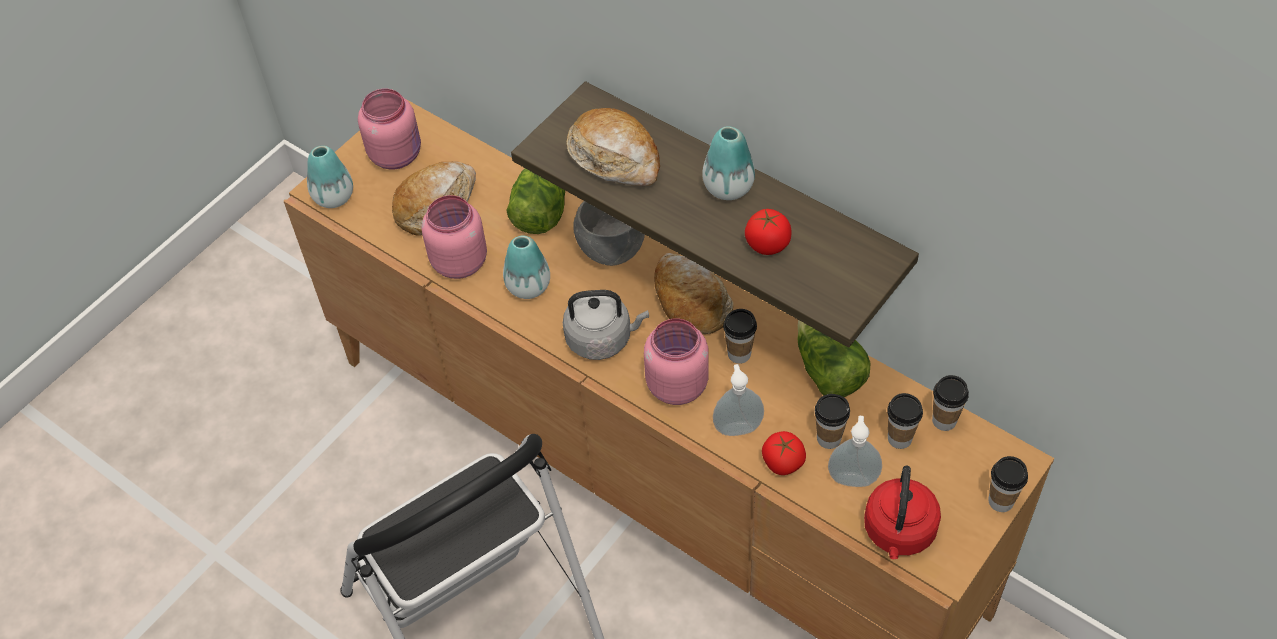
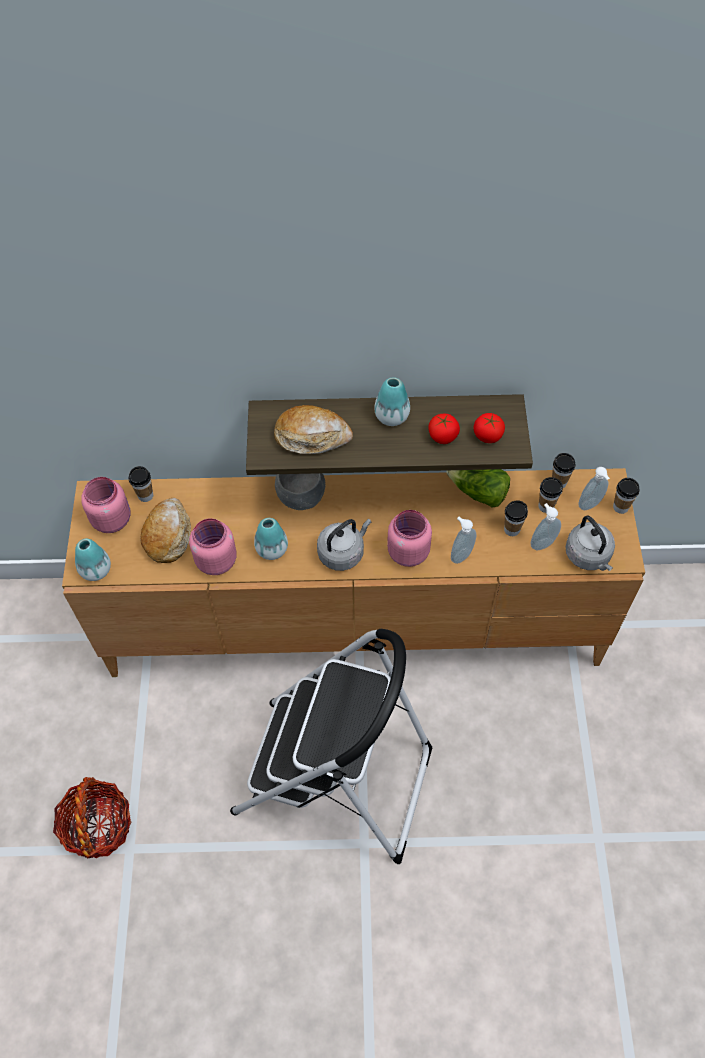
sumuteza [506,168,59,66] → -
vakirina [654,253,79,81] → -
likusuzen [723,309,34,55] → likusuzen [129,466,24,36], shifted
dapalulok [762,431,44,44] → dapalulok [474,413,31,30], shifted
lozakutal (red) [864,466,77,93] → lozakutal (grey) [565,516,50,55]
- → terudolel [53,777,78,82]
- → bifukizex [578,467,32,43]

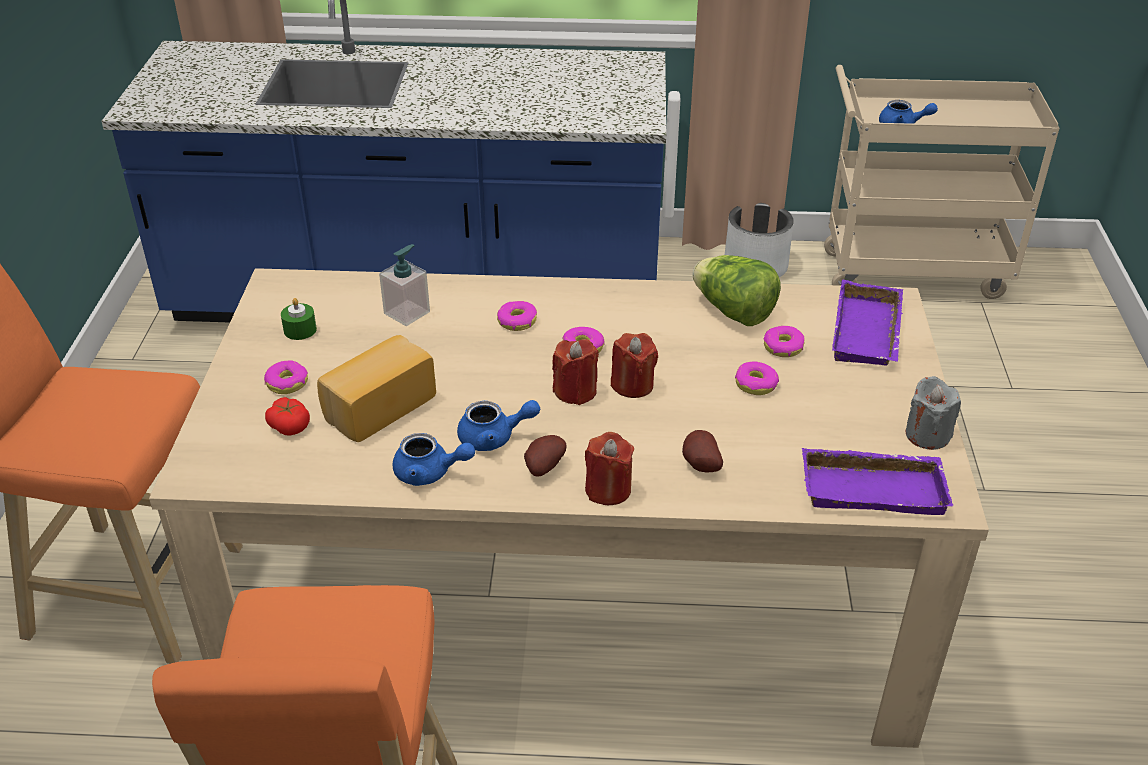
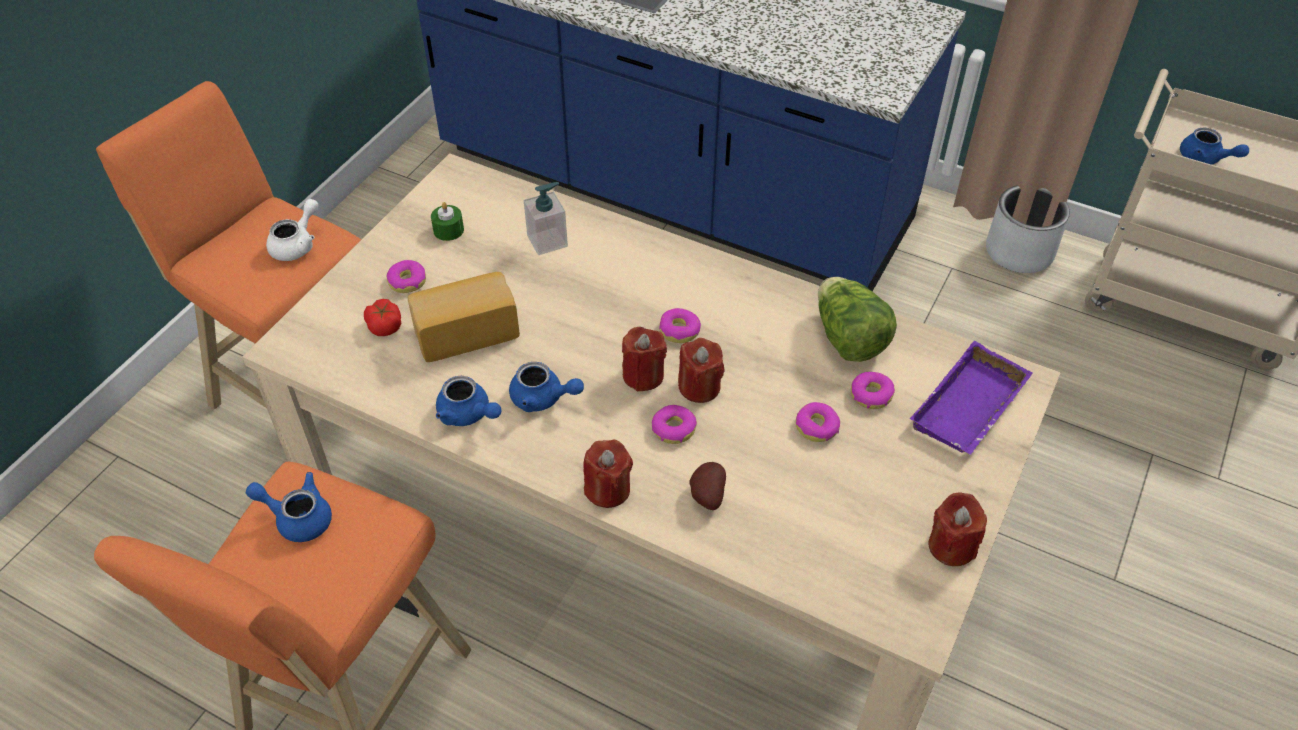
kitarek [497,301,40,30] → kitarek [652,405,45,39], shifted
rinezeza [524,435,43,41] → -
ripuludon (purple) [802,448,151,67] → -
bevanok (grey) [906,376,55,74] → bevanok (red) [928,492,59,74]
- → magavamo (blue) [246,472,86,70]
- → magavamo (white) [266,199,52,62]

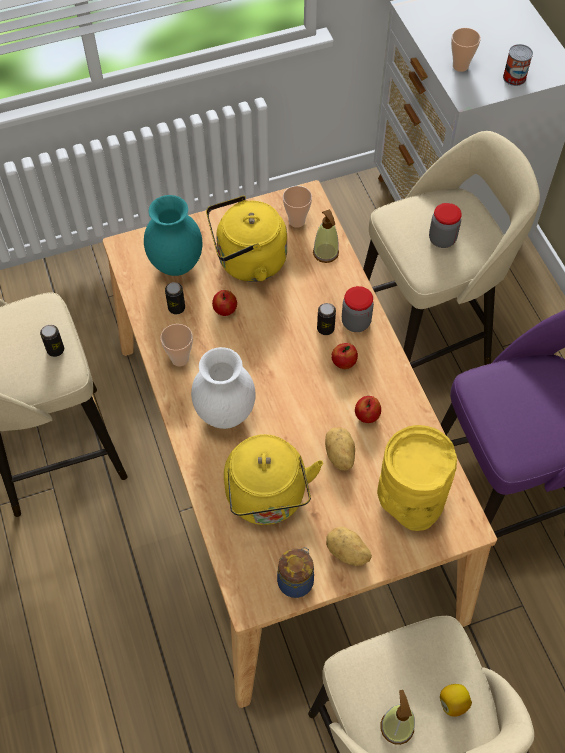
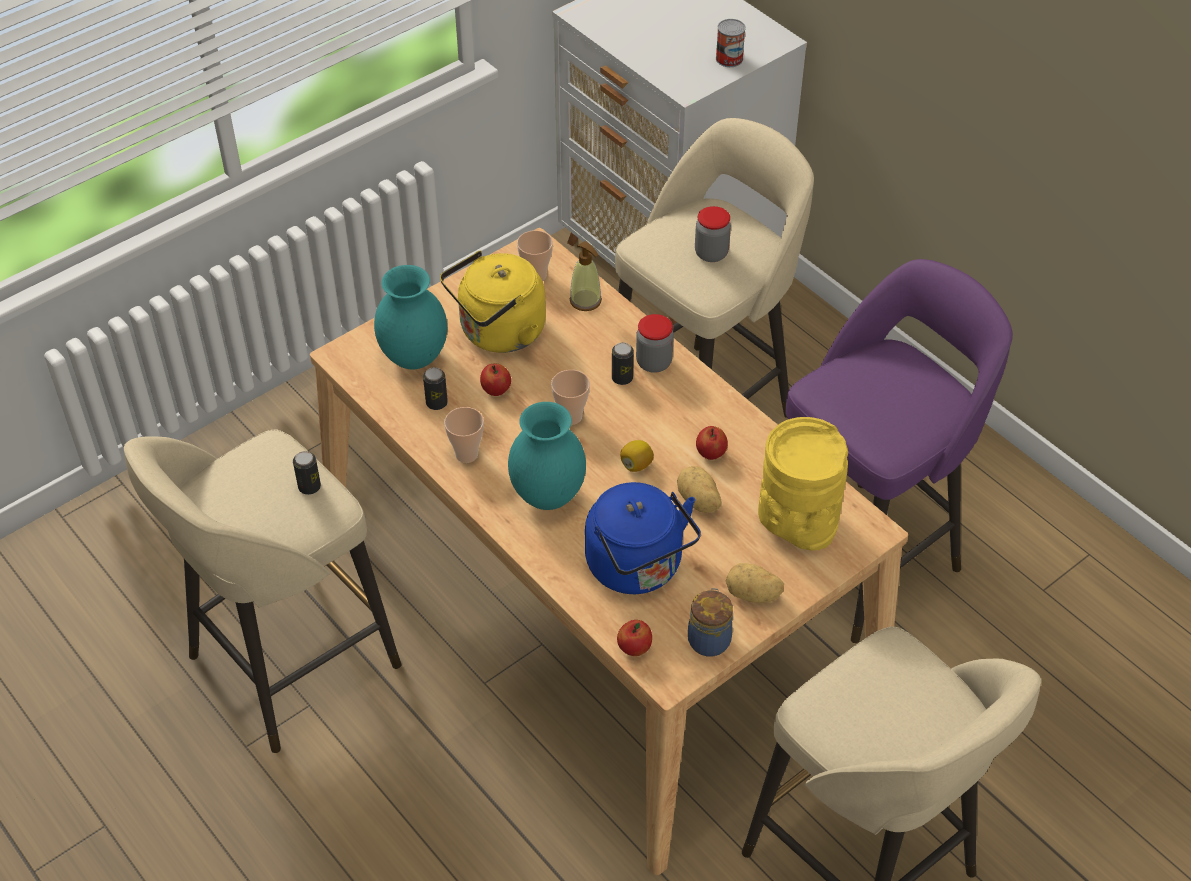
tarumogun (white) [191,347,64,82] → tarumogun (turquoise) [508,402,78,108]
lozakutal (yellow) [224,434,99,91] → lozakutal (blue) [585,482,116,112]
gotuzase [331,343,27,26] → gotuzase [617,620,35,36], shifted
bifukizex [380,690,35,55] → -
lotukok [440,684,32,33] → lotukok [620,440,34,32], shifted
likusuzen [451,28,30,44] → likusuzen [551,370,39,55], shifted

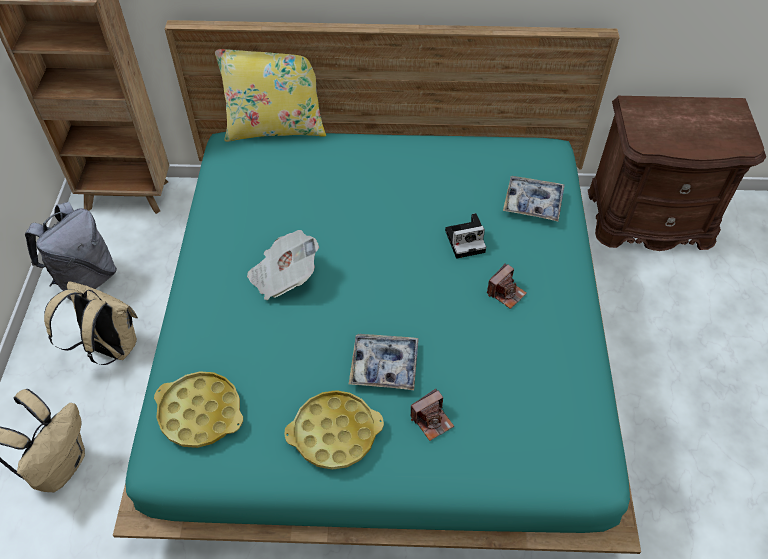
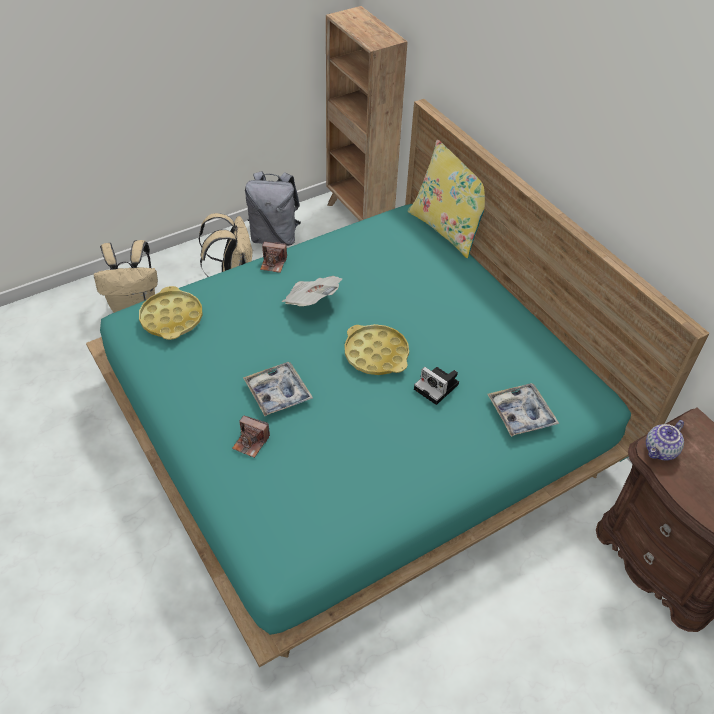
ripuludon (yellow) [284,390,100,80] → ripuludon (yellow) [345,324,64,51], shifted
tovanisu [487,263,40,46] → tovanisu [260,242,27,31], shifted
- → magavamo [646,420,38,41]

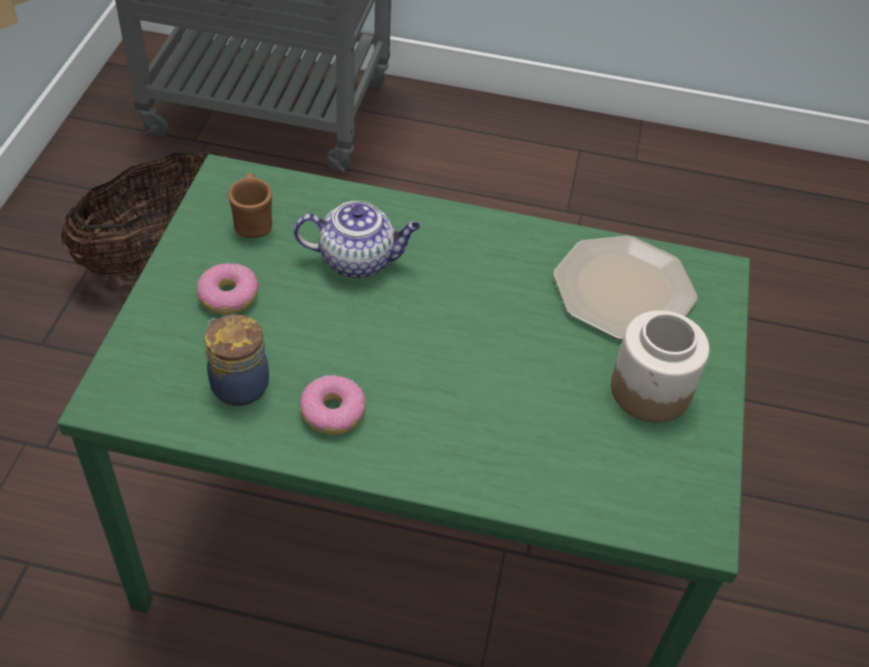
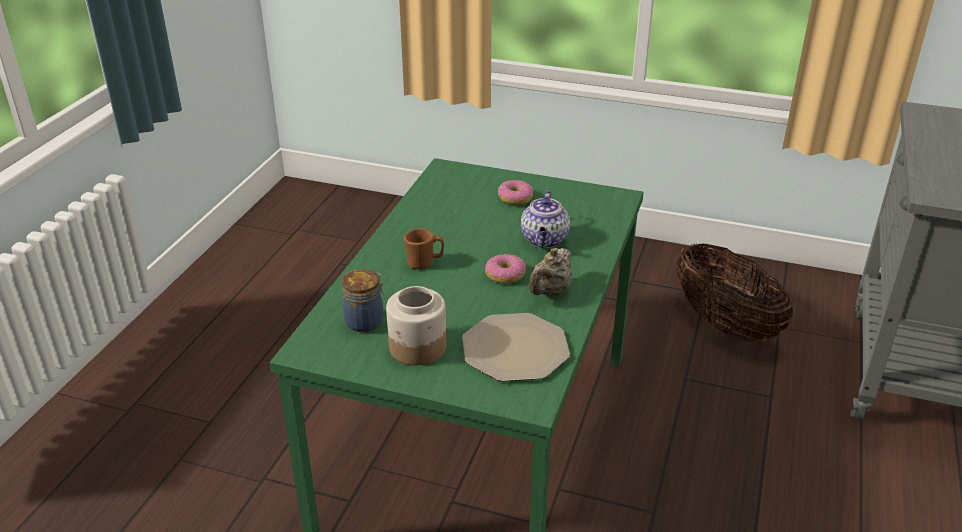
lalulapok [205,314,64,92] → lalulapok [342,269,42,63], shifted
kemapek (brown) [228,173,44,65] → kemapek (brown) [404,228,40,41], shifted
kitarek [300,375,66,60] → kitarek [485,254,41,30], shifted
- → magavamo (beige) [529,248,44,48]

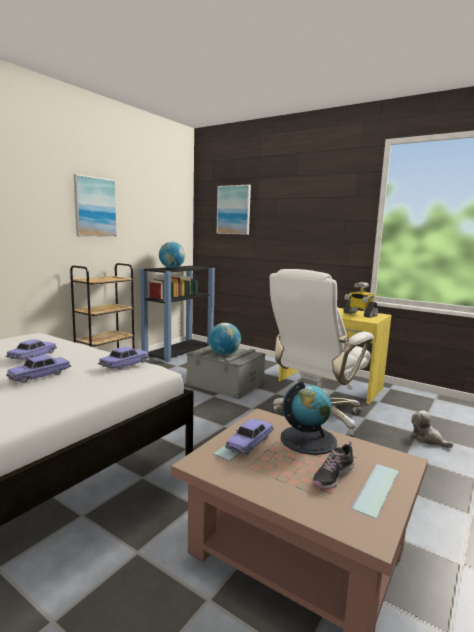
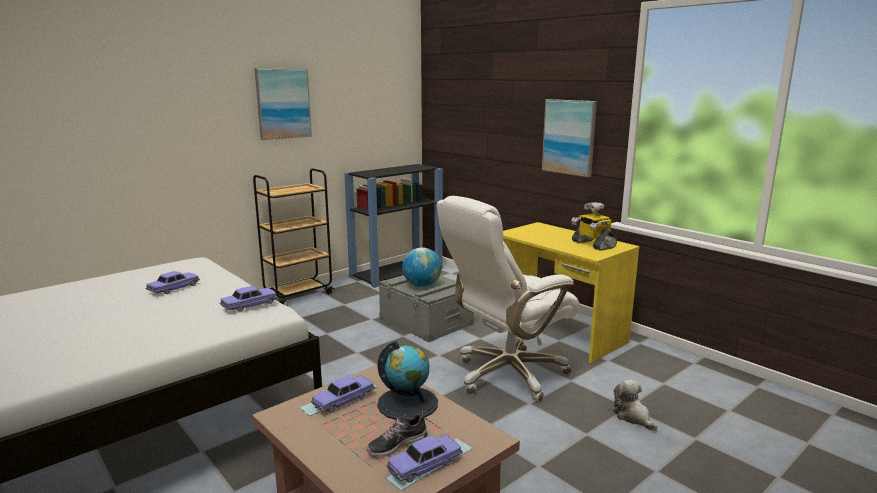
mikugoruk [6,355,65,28] → mikugoruk [387,435,76,47], shifted
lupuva [159,242,26,26] → -
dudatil [217,185,34,50] → dudatil [542,99,55,78], shifted

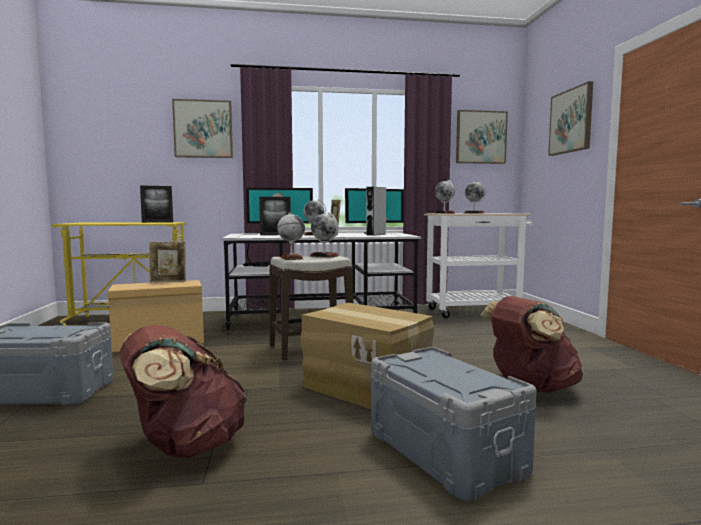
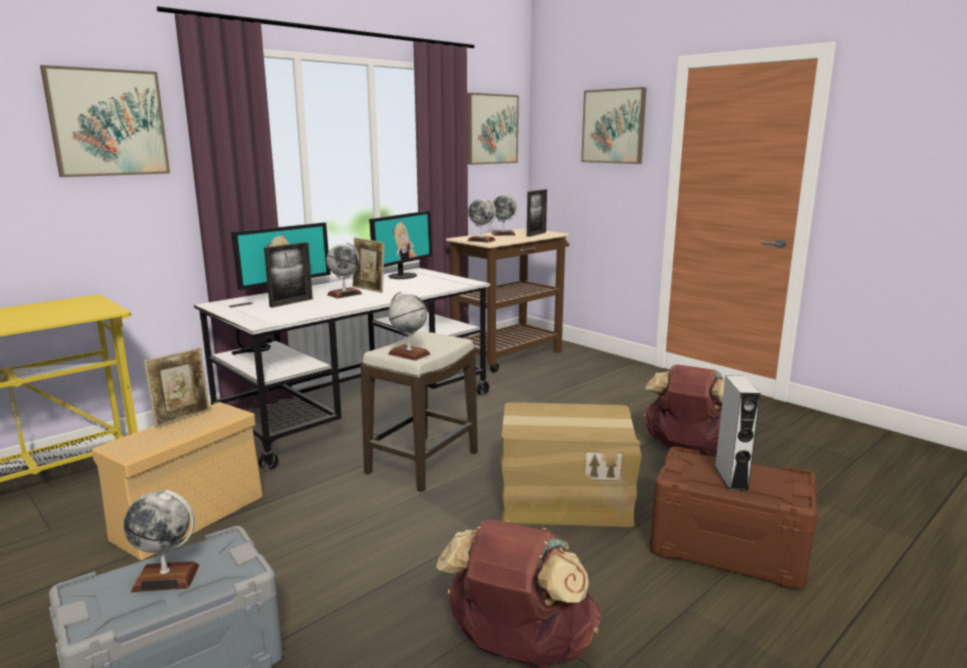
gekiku [140,186,33,37] → gekiku [527,189,20,48], shifted
lupuva [310,212,29,46] → lupuva [123,490,76,102], shifted
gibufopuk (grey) [366,187,20,49] → gibufopuk (grey) [714,376,47,115], shifted
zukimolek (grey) [371,347,165,154] → zukimolek (brown) [650,447,168,142]
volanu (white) [424,214,108,104] → volanu (brown) [446,228,123,145]

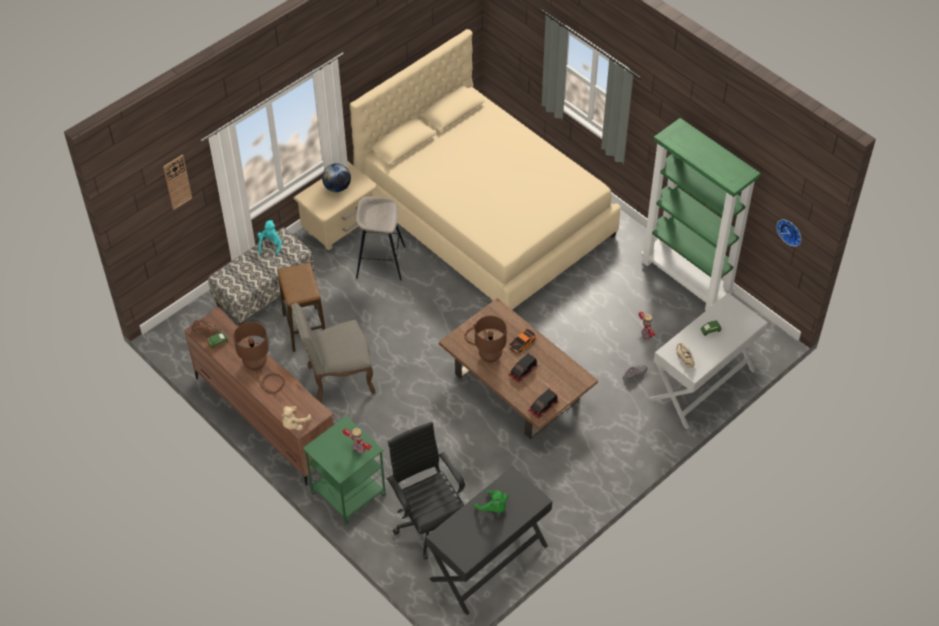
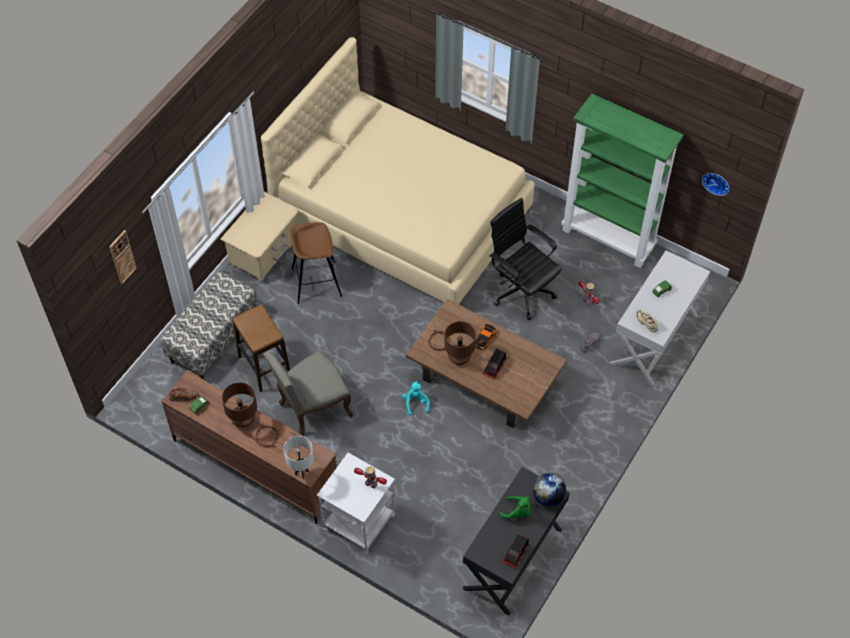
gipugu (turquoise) [257,220,24,35] → gipugu (turquoise) [402,381,28,34], shifted
gipugu (beige) [282,406,30,25] → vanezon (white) [284,436,30,43]
volanu (green) [303,416,83,109] → volanu (white) [317,453,78,102]
lupuva [322,163,29,29] → lupuva [533,473,33,34], shifted
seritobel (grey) [356,197,49,84] → seritobel (brown) [290,222,52,82]
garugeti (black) [386,422,79,138] → garugeti (black) [489,198,73,122], shifted
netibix [528,388,31,31] → netibix [501,534,29,35], shifted

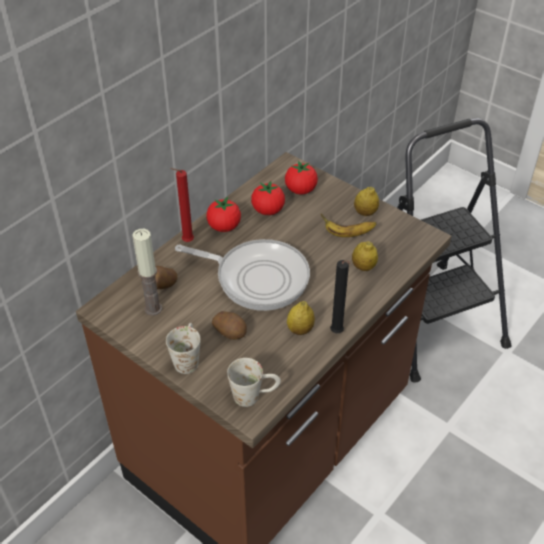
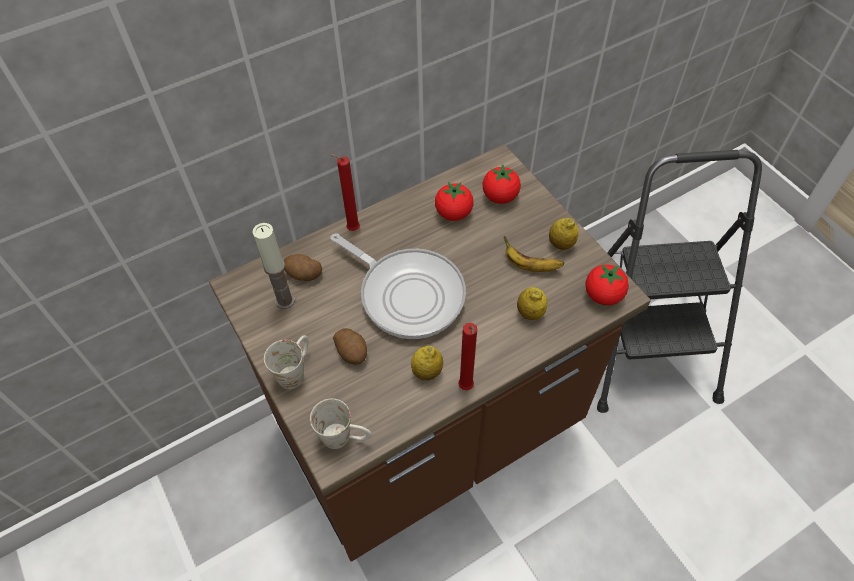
dapalulok [206,197,35,35] → dapalulok [585,265,44,40], shifted
bevanok (black) [330,260,20,73] → bevanok (red) [458,323,19,68]

